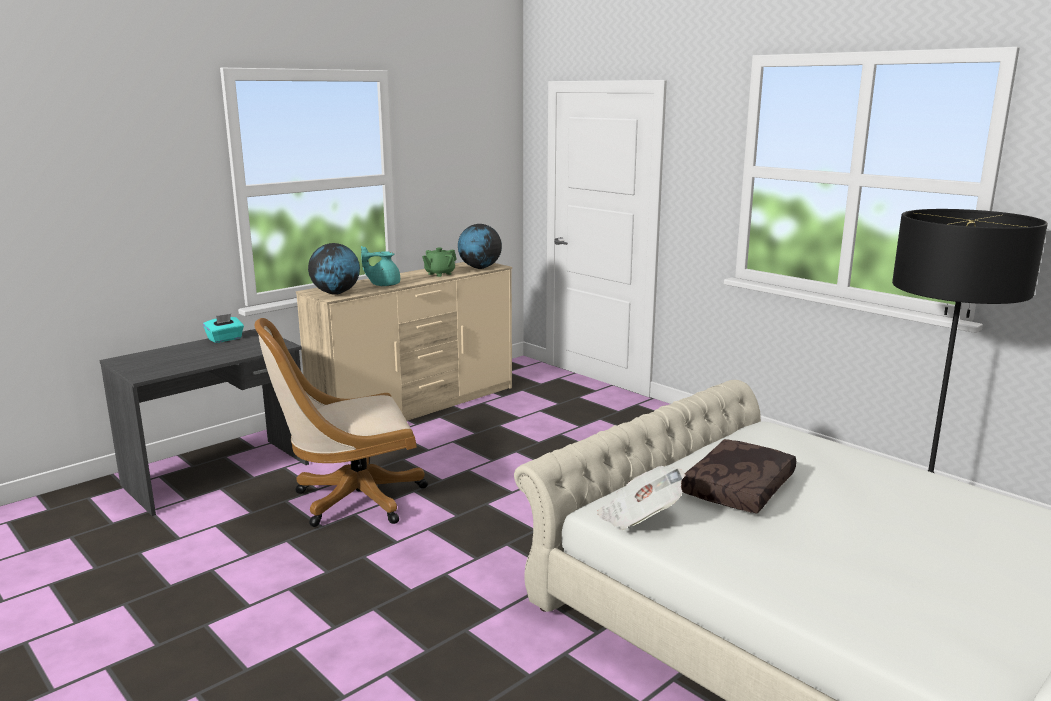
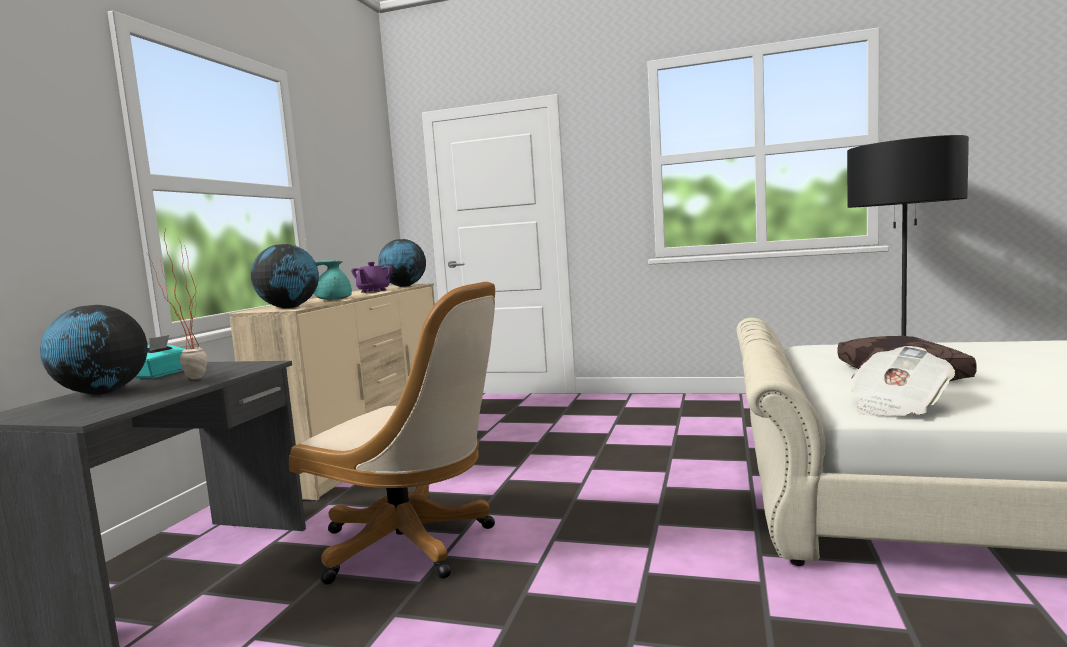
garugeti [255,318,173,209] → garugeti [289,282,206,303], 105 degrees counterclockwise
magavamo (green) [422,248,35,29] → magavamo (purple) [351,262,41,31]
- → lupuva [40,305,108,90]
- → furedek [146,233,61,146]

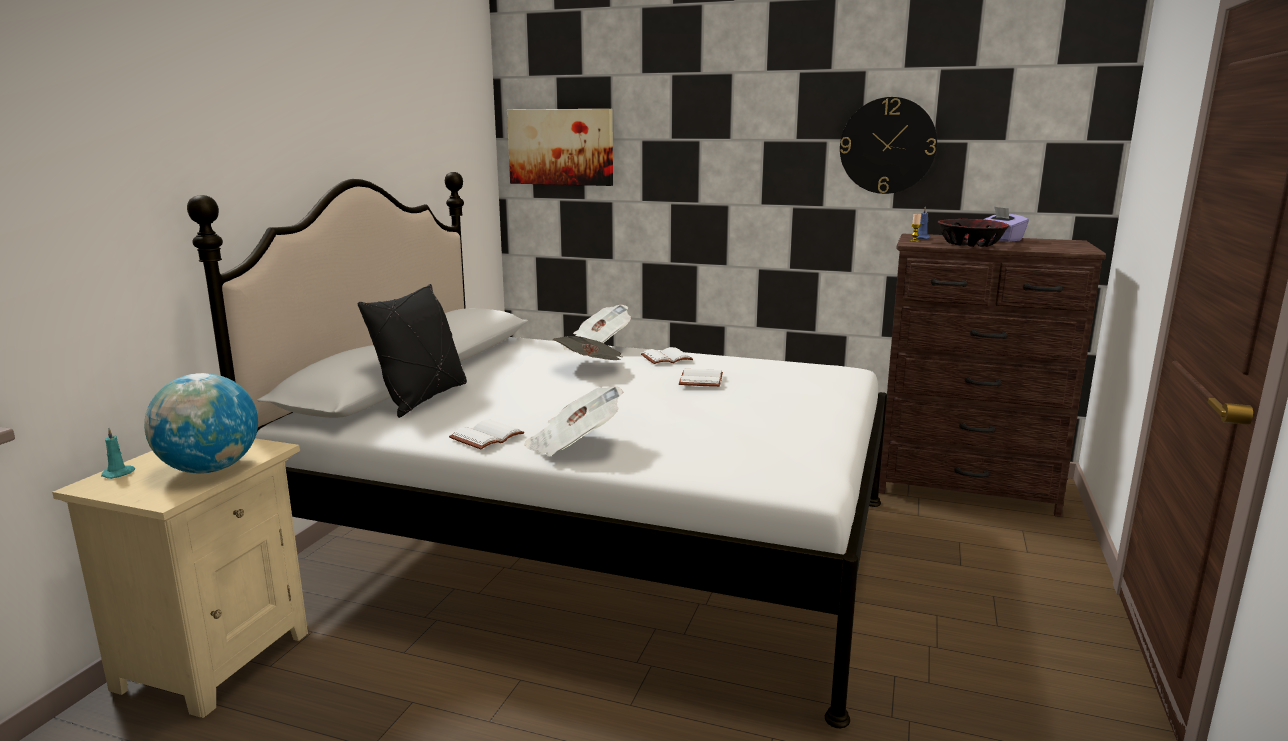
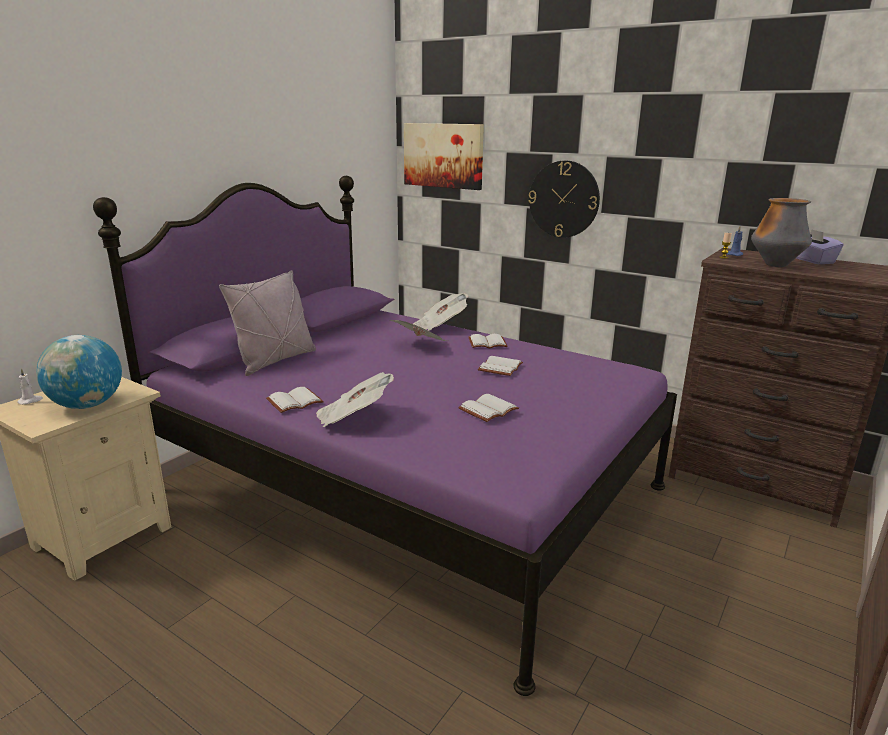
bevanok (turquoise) [101,428,34,51] → bevanok (white) [17,368,26,37]
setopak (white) [187,172,700,556] → setopak (purple) [93,176,584,520]
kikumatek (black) [358,284,109,134] → kikumatek (purple) [219,270,97,106]
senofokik [840,97,97,97] → senofokik [528,161,72,77], shifted
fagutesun [938,219,72,28] → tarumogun [751,198,61,69]
- → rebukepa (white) [458,394,61,28]

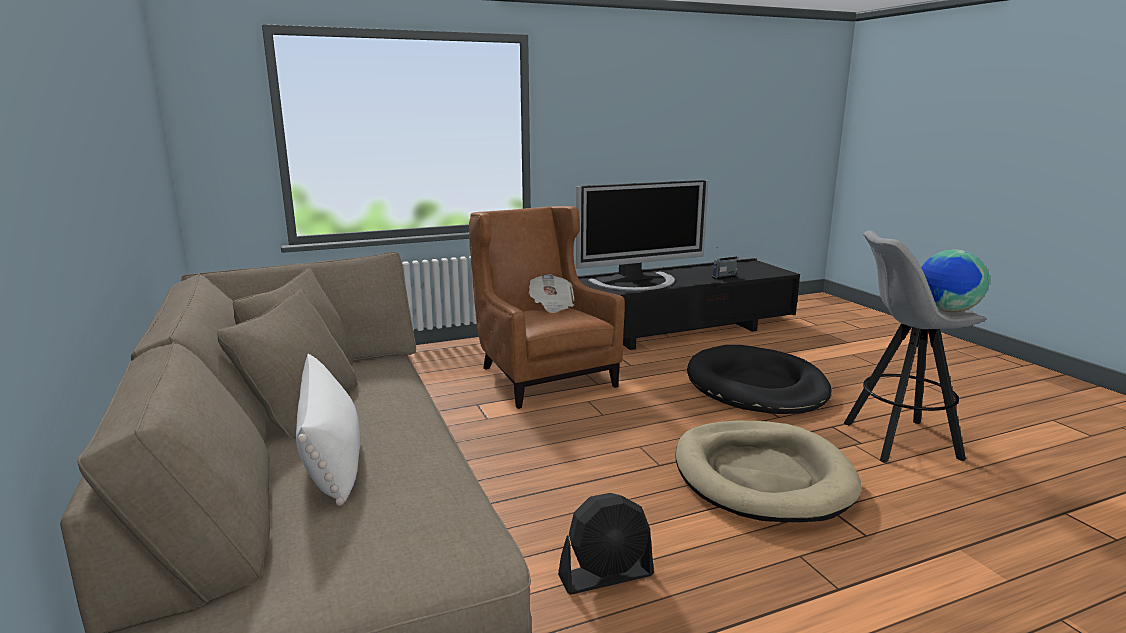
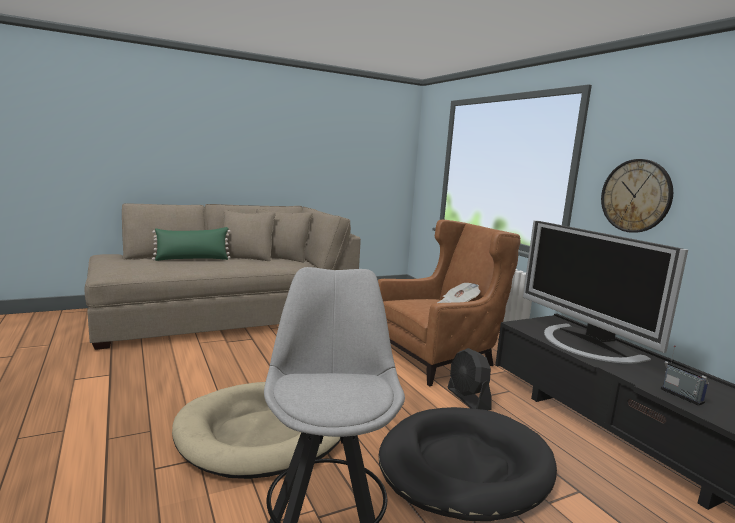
kikumatek (white) [296,354,64,152] → kikumatek (green) [152,227,79,34]
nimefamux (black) [558,493,96,101] → nimefamux (black) [448,348,44,62], shifted
lupuva [921,249,69,63] → -
- → senofokik [601,159,72,74]

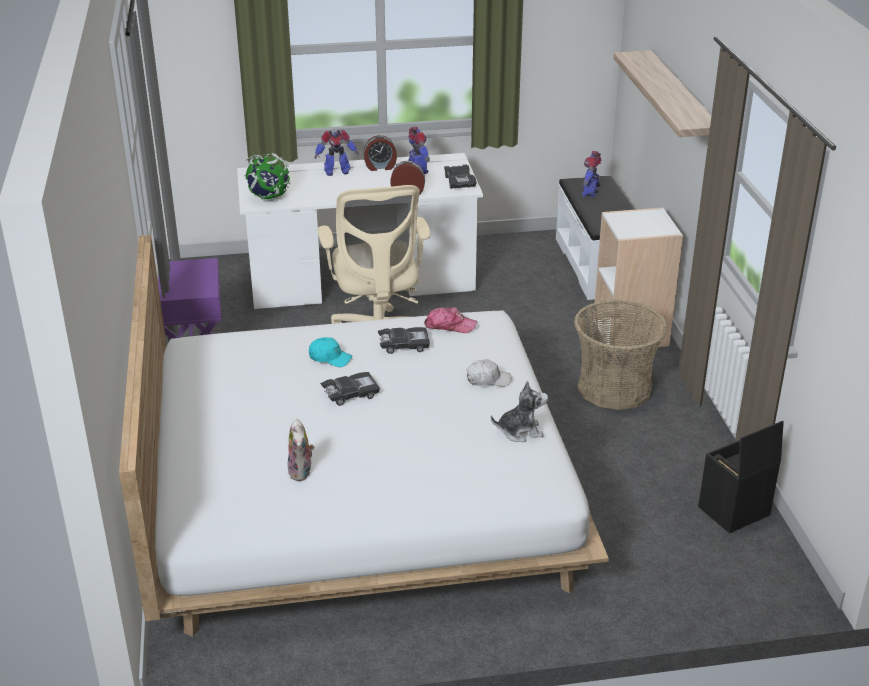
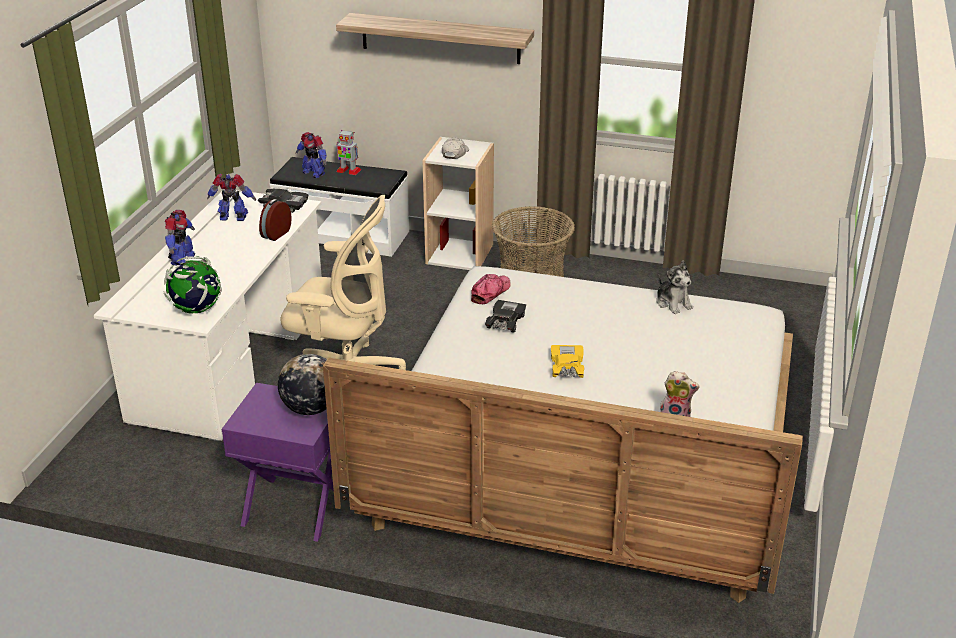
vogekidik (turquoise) [309,337,43,30] → -
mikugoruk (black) [320,372,60,34] → mikugoruk (yellow) [551,345,33,33]
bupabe [363,135,34,36] → -
vogekidik (white) [467,359,44,28] → vogekidik (white) [442,138,27,21], shifted
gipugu [491,381,57,61] → gipugu [657,260,36,54], 135 degrees clockwise
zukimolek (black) [698,421,86,112] → -
- → lupuva [278,354,49,61]
- → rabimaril [336,130,25,45]

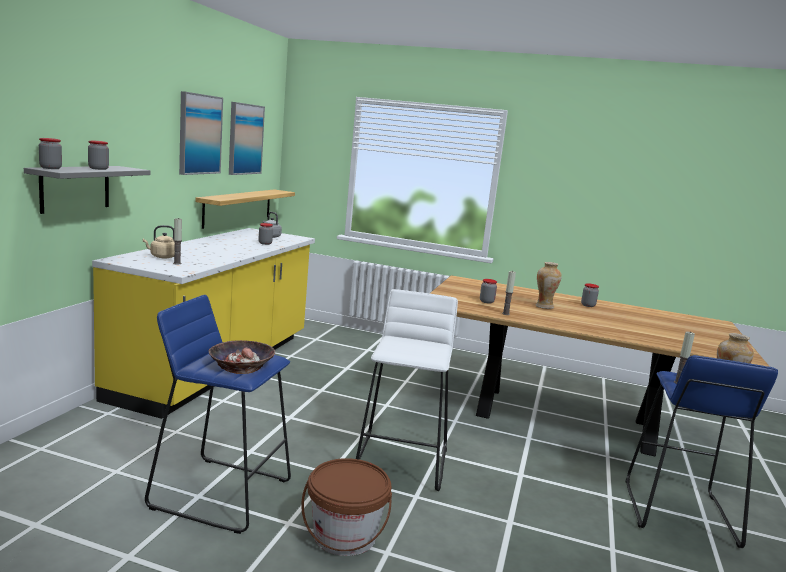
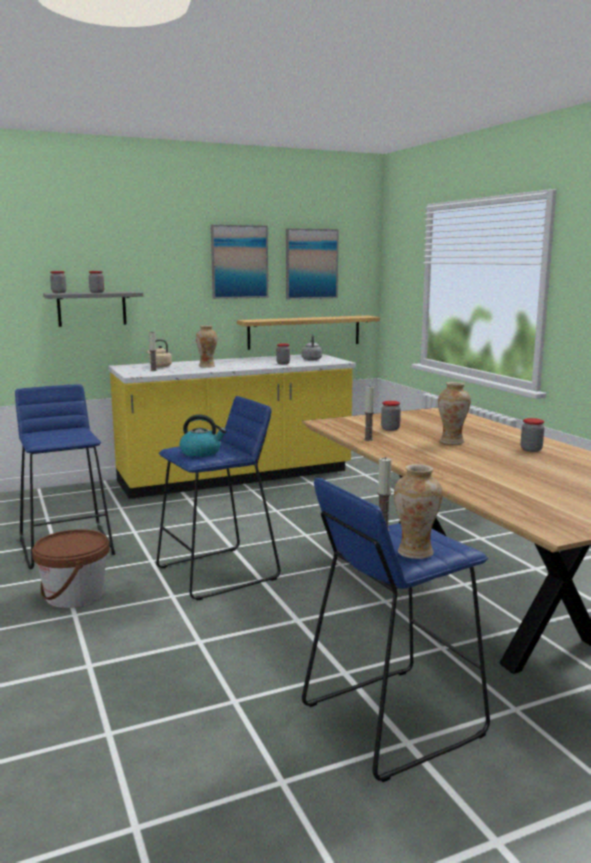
fagutesun [209,340,66,34] → -
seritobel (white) [356,289,102,202] → seritobel (blue) [156,396,124,205]
- → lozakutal [180,415,46,42]
- → tarumogun [196,325,21,43]

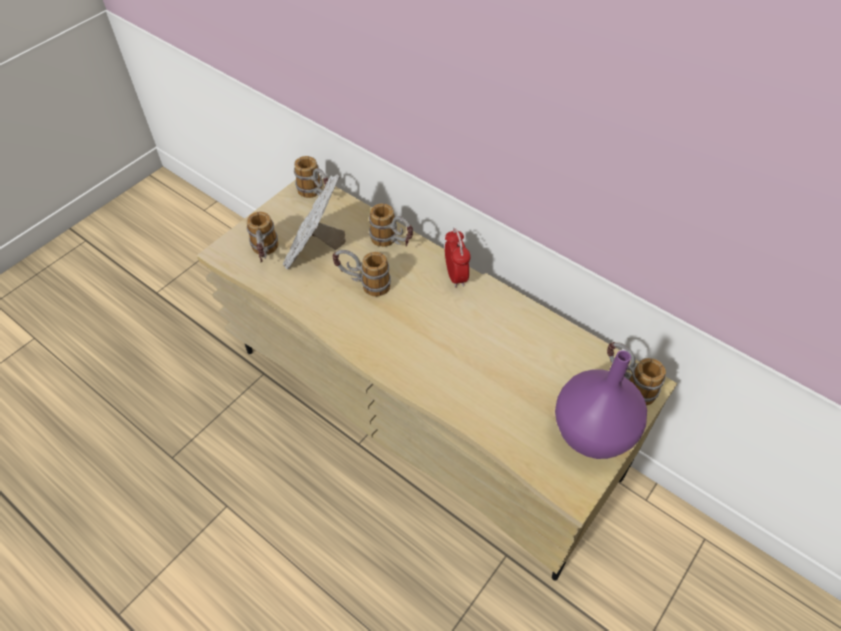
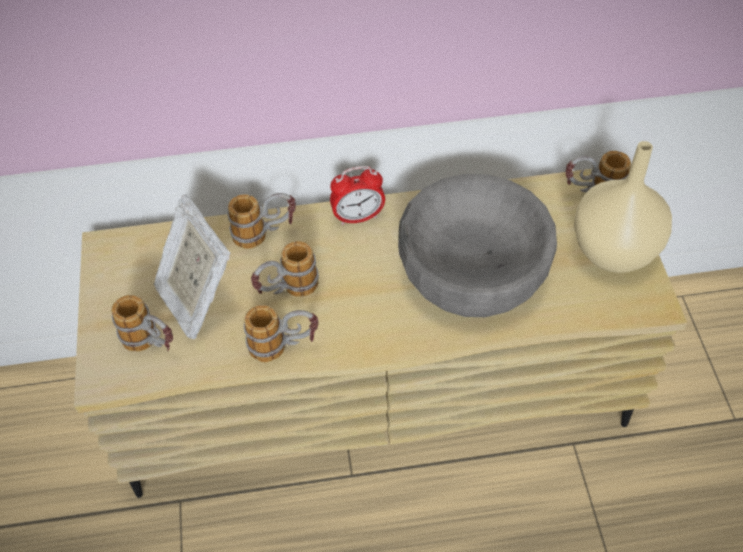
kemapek [294,156,34,42] → kemapek [244,305,75,57], shifted
bupabe [445,228,26,60] → bupabe [330,166,55,59], 135 degrees clockwise
tarumogun (purple) [555,350,92,109] → tarumogun (beige) [574,141,98,132]
- → fagutesun (grey) [398,174,159,143]

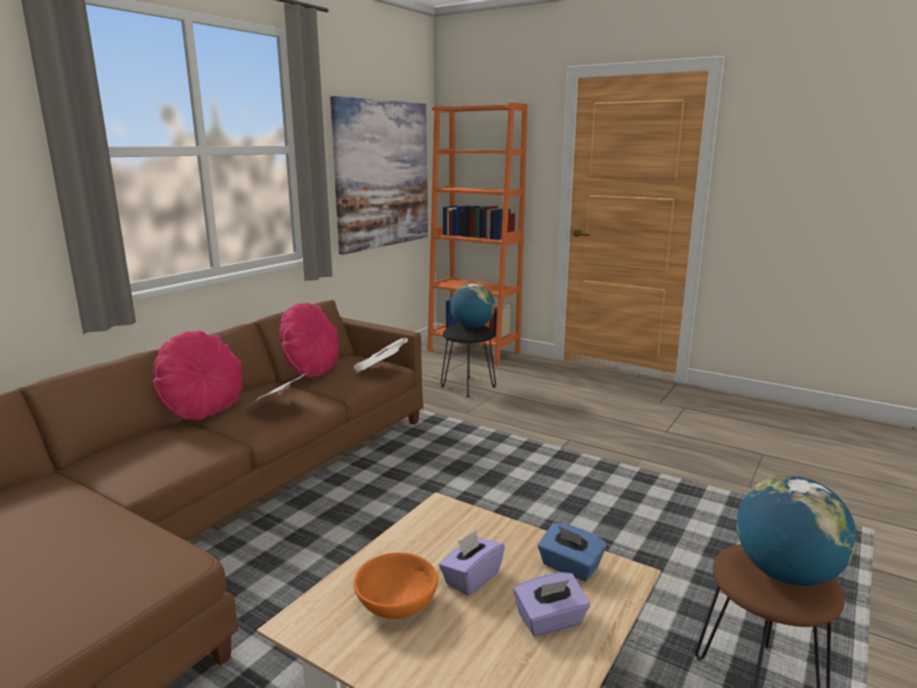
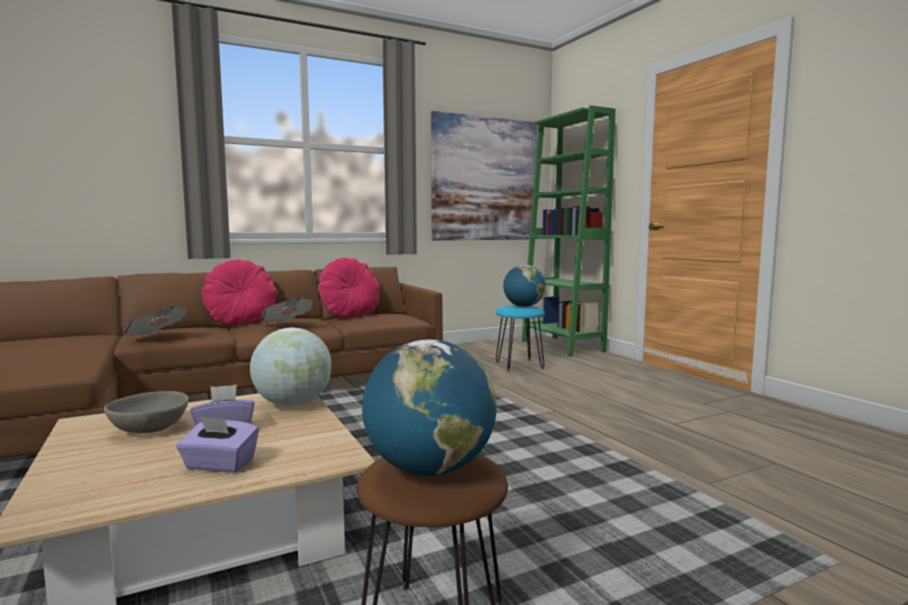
fagutesun (orange) [353,552,85,67] → fagutesun (grey) [104,391,85,42]
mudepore [354,338,54,35] → mudepore [122,306,65,30], shifted
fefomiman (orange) [427,102,101,264] → fefomiman (green) [522,105,94,252]
seritobel (black) [441,324,55,73] → seritobel (turquoise) [496,305,49,66]
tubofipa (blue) [538,523,68,58] → -
- → lupuva [250,327,82,80]

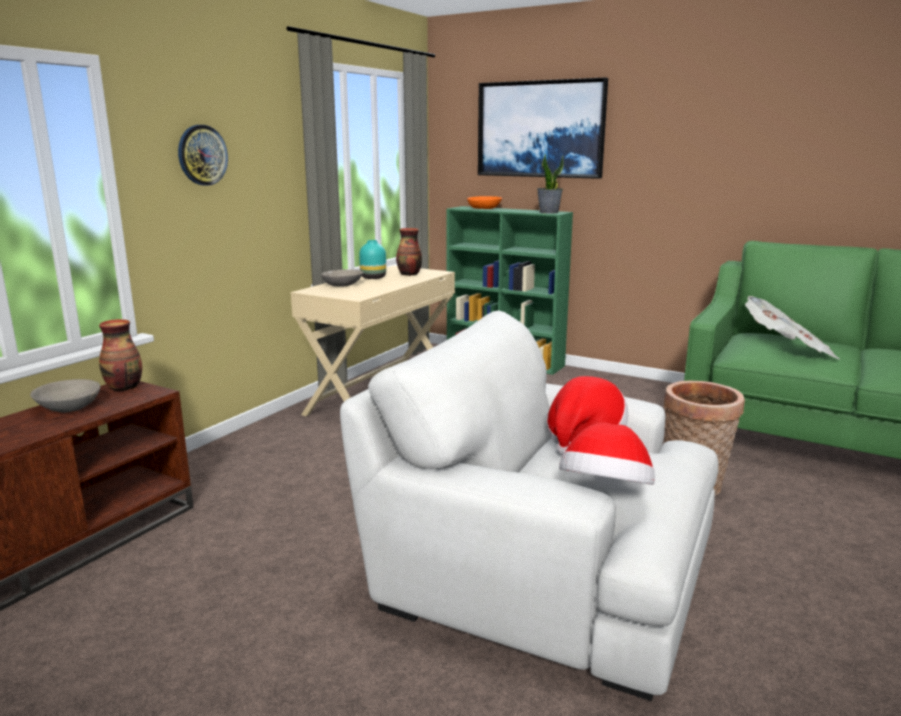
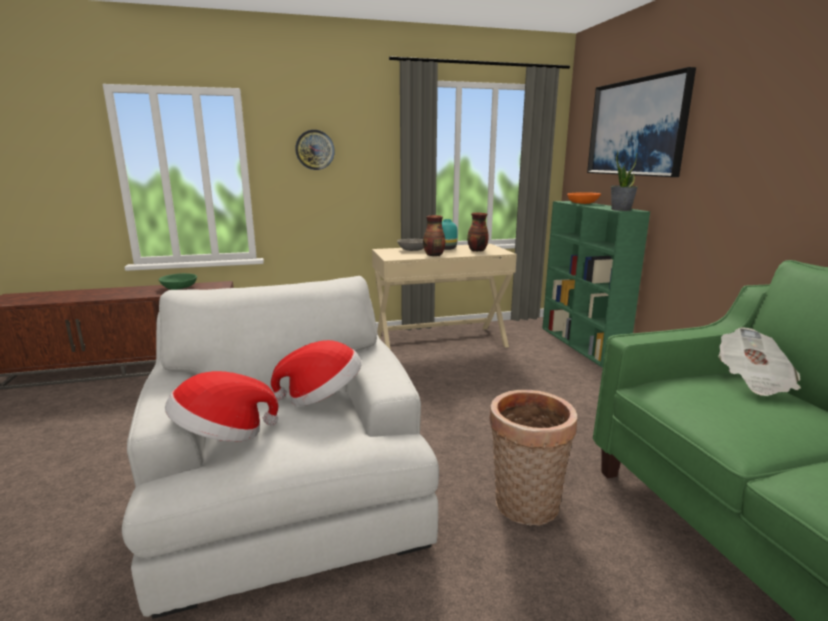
fagutesun (grey) [30,379,70,33] → fagutesun (green) [159,273,38,17]
tarumogun [99,319,43,72] → tarumogun [423,215,22,41], shifted
mudepore [777,316,64,44] → -

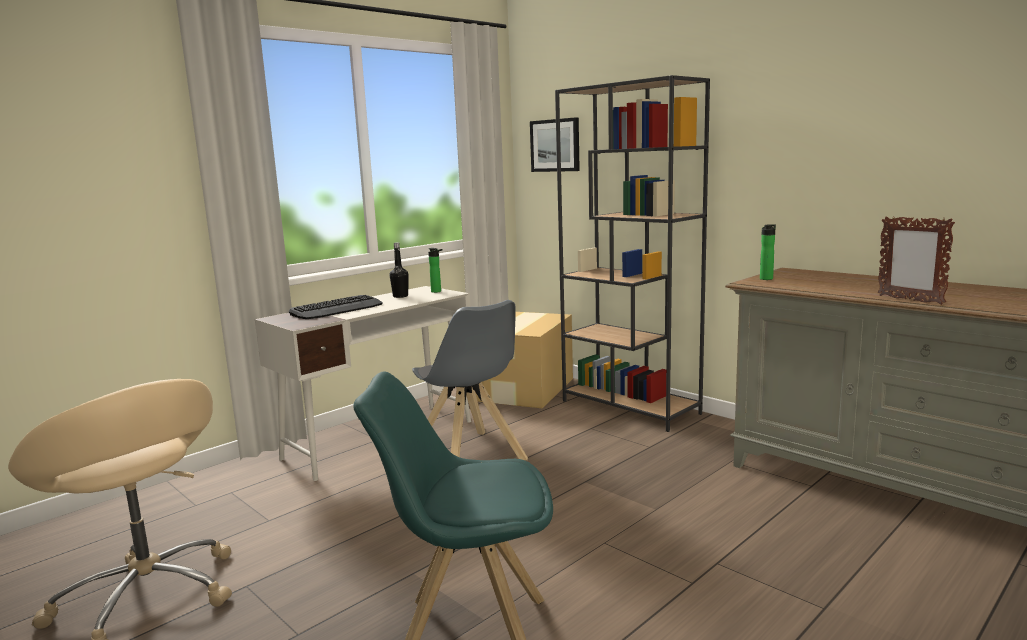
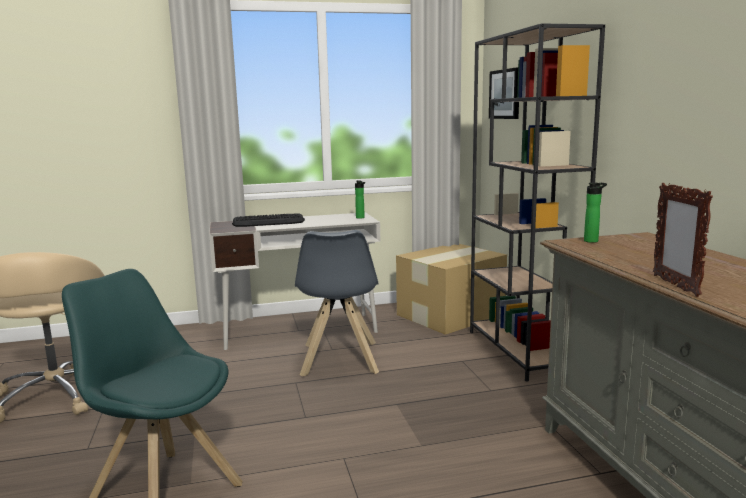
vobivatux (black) [390,242,18,56] → -

